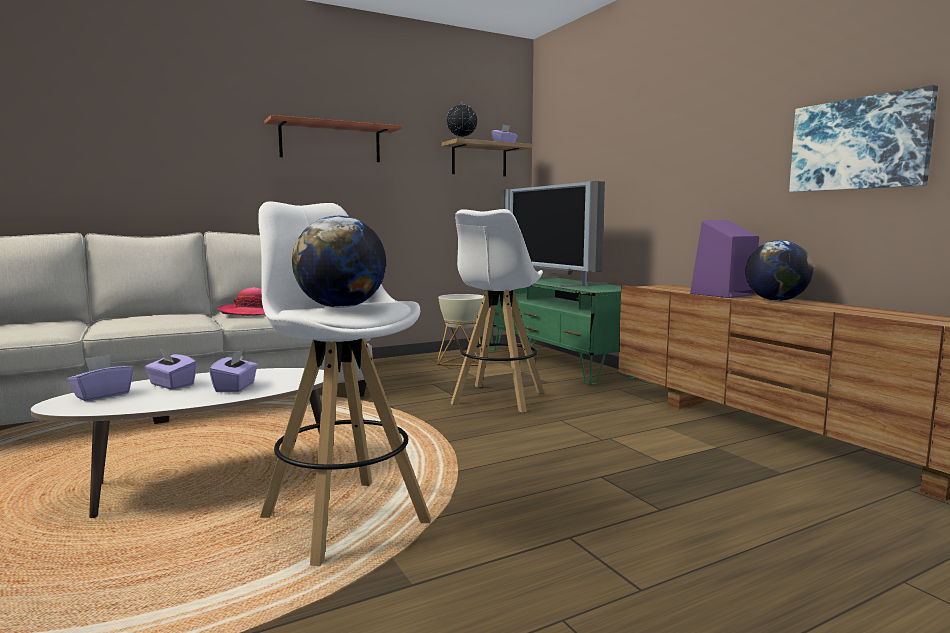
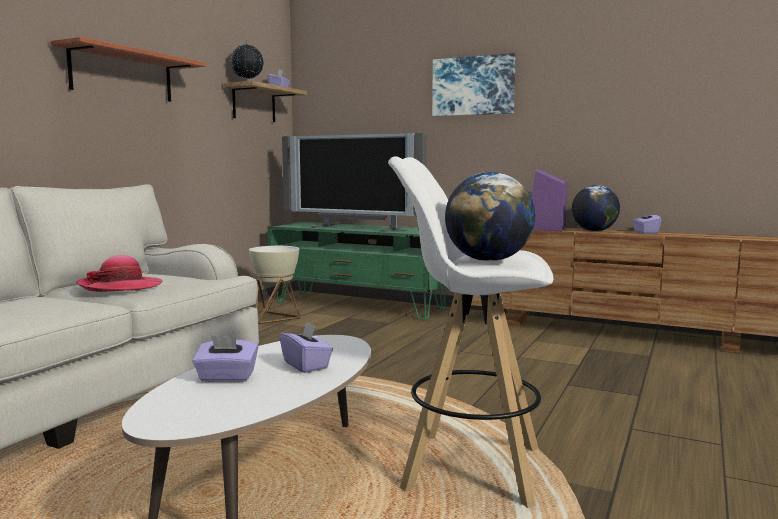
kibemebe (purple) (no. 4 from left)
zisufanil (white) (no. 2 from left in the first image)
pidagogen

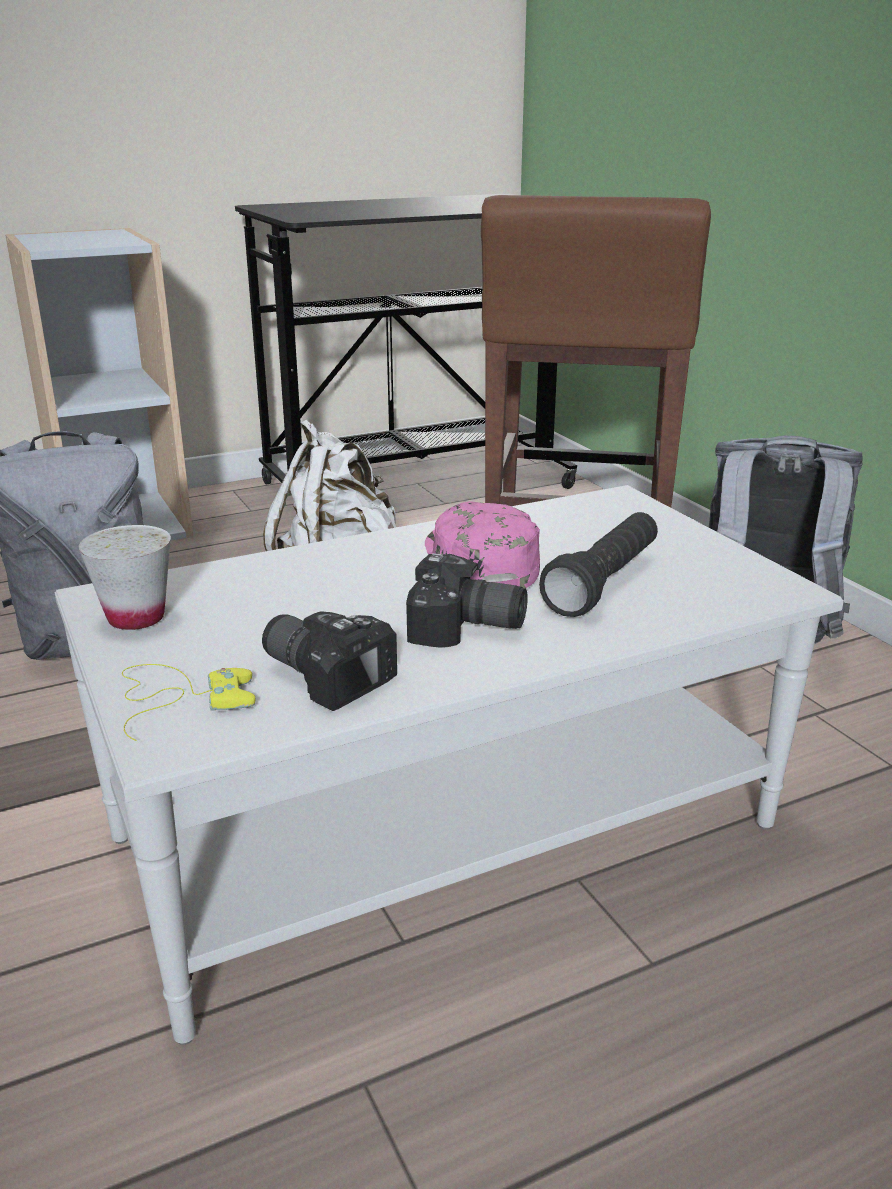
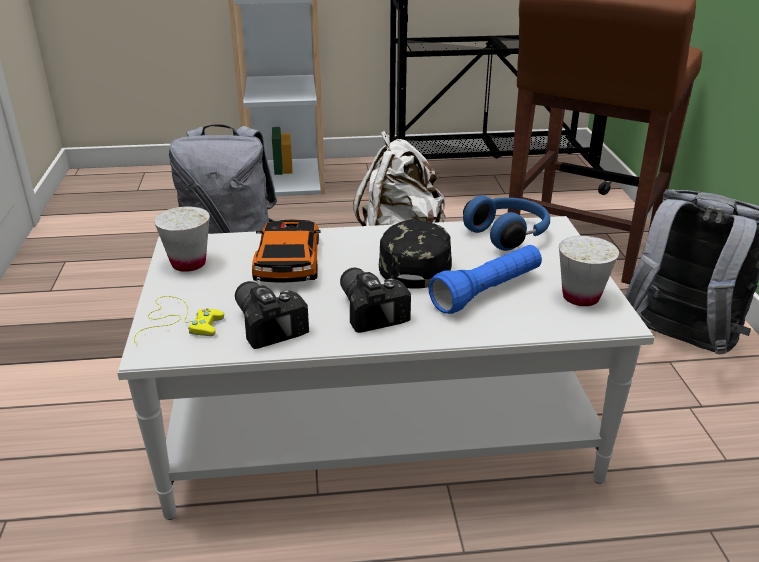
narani (no. 2 from left)
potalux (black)
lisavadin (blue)
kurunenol
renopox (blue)
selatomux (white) (no. 2 from left)

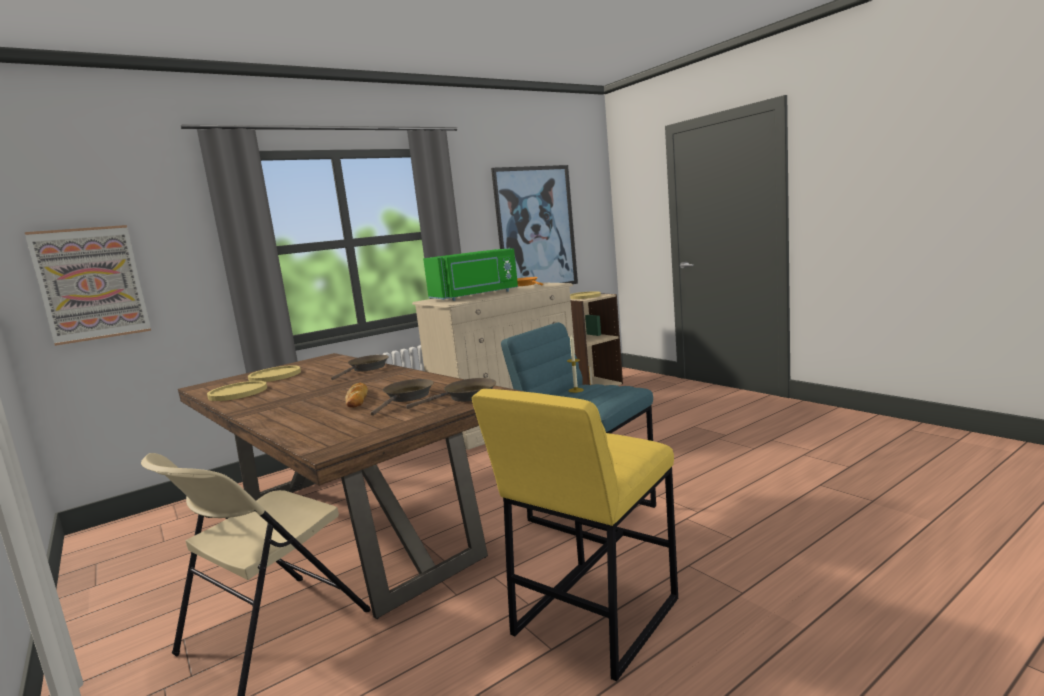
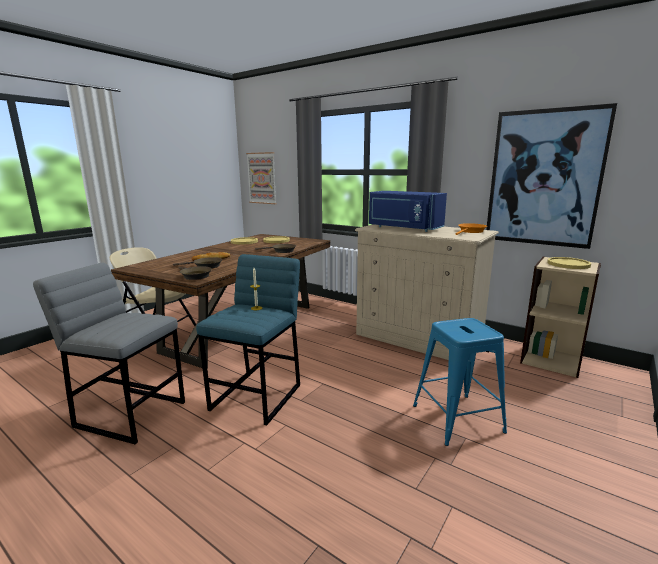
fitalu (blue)
zisufanil (grey)
zisufanil (blue) (no. 2 from left)

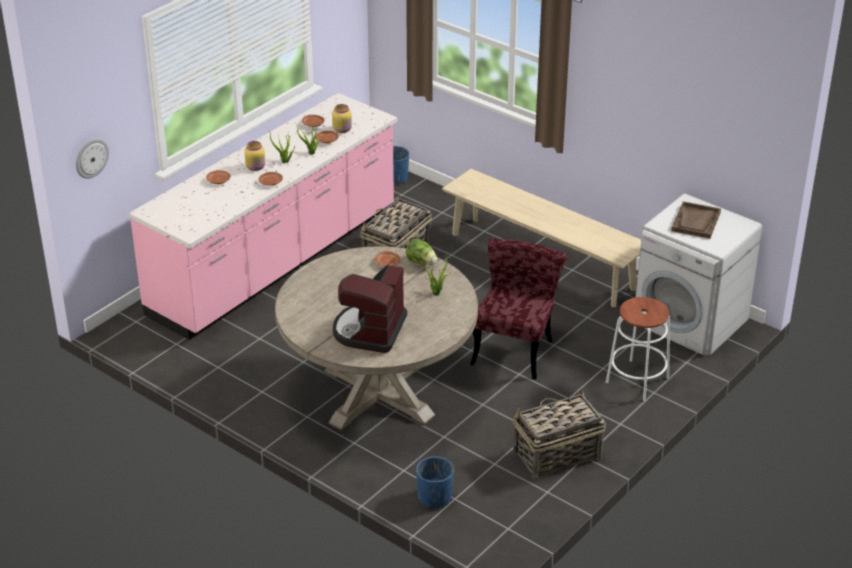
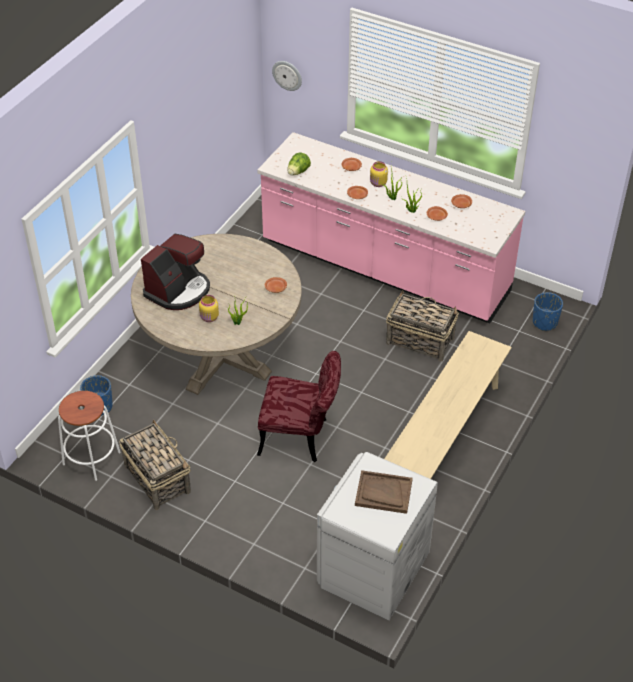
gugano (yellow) (no. 1 from left)
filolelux
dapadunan
zisufanil (white)

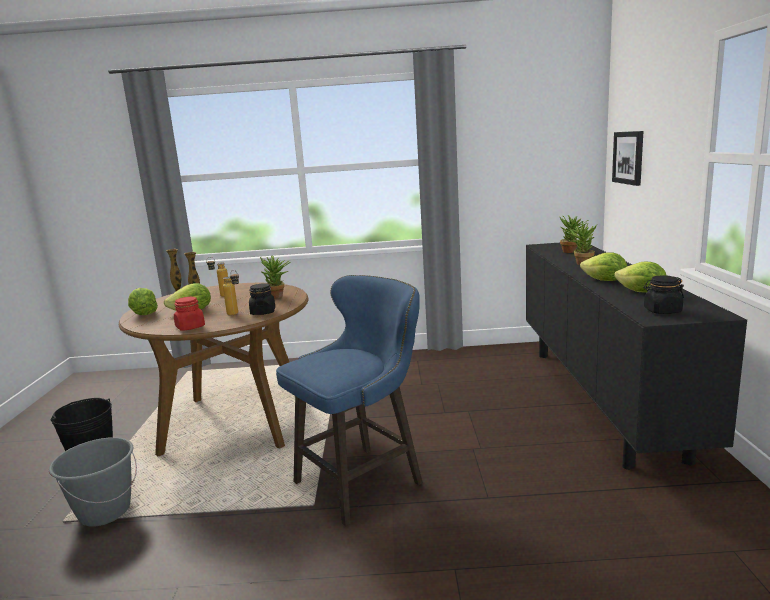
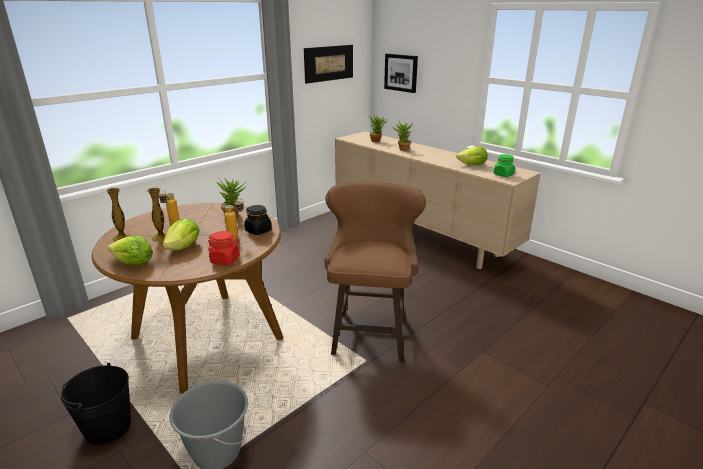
zisufanil (brown)
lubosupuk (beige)
dapadunan (no. 3 from left in the first image)
gugano (green)
pidagogen (no. 1 from left)

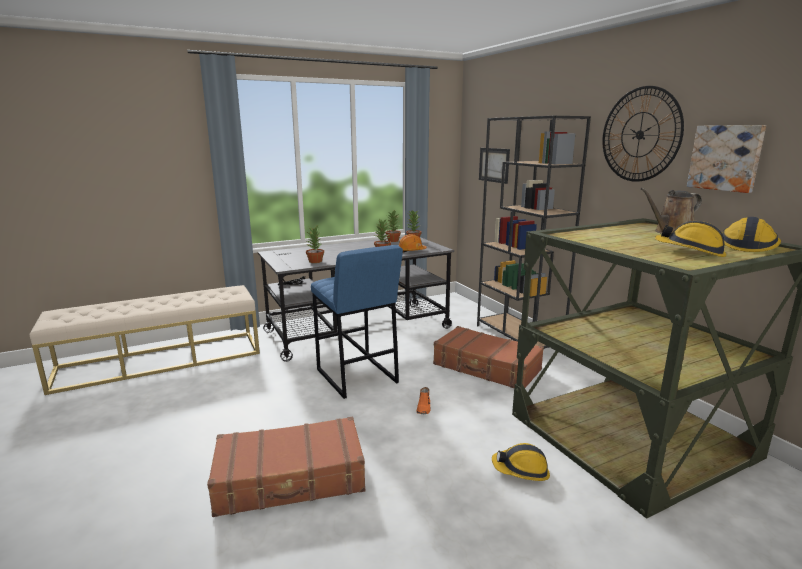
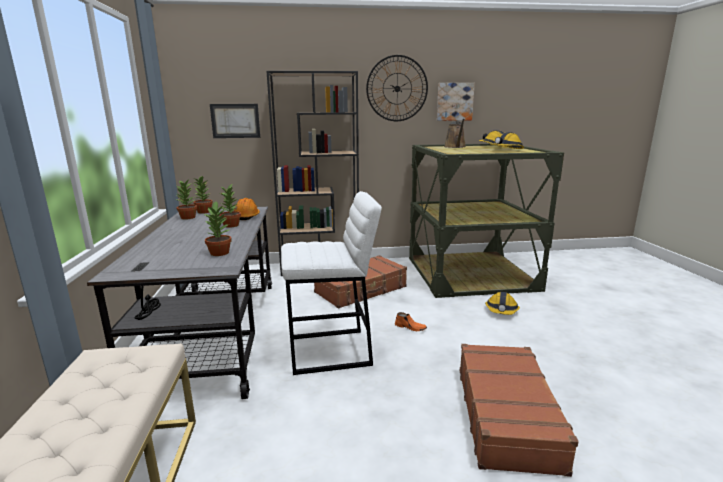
zisufanil (white)

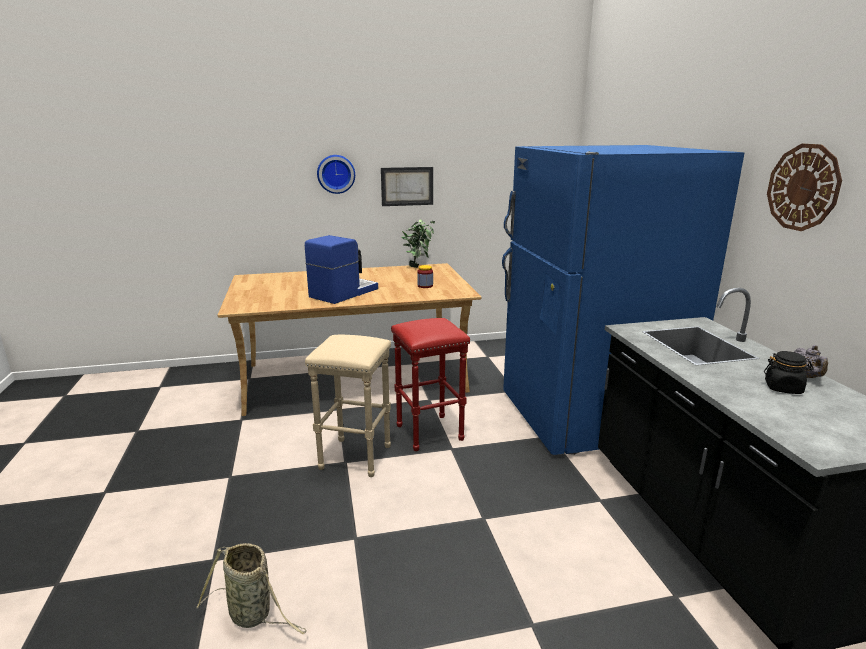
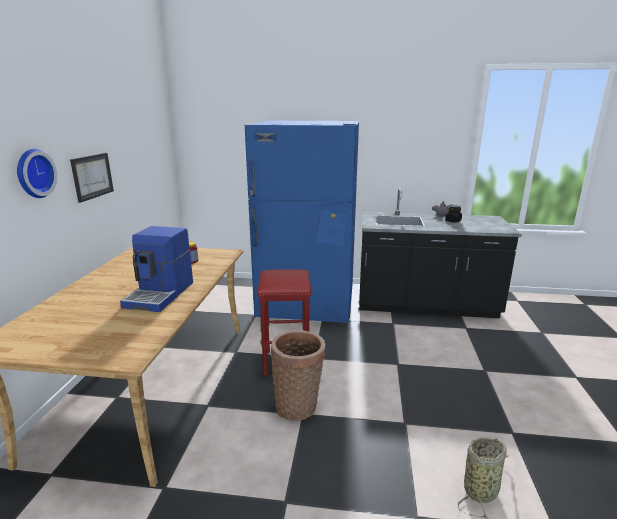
filolelux
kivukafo (no. 1 from left)
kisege
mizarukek (no. 2 from left in the first image)

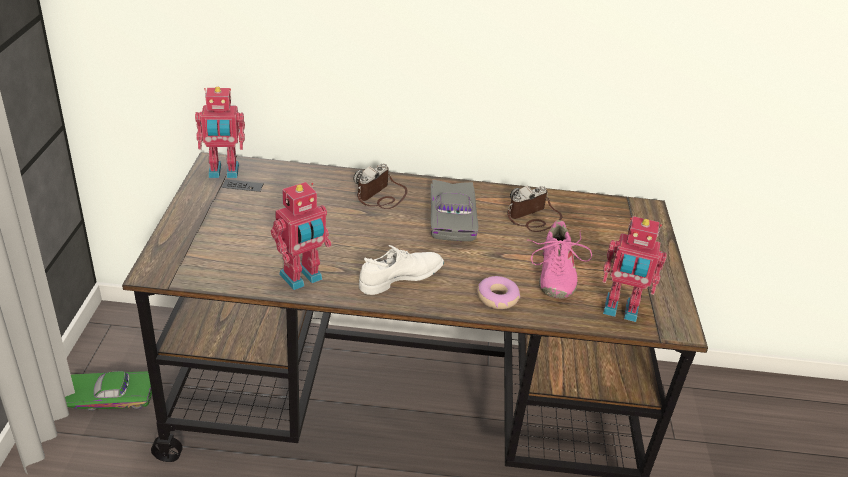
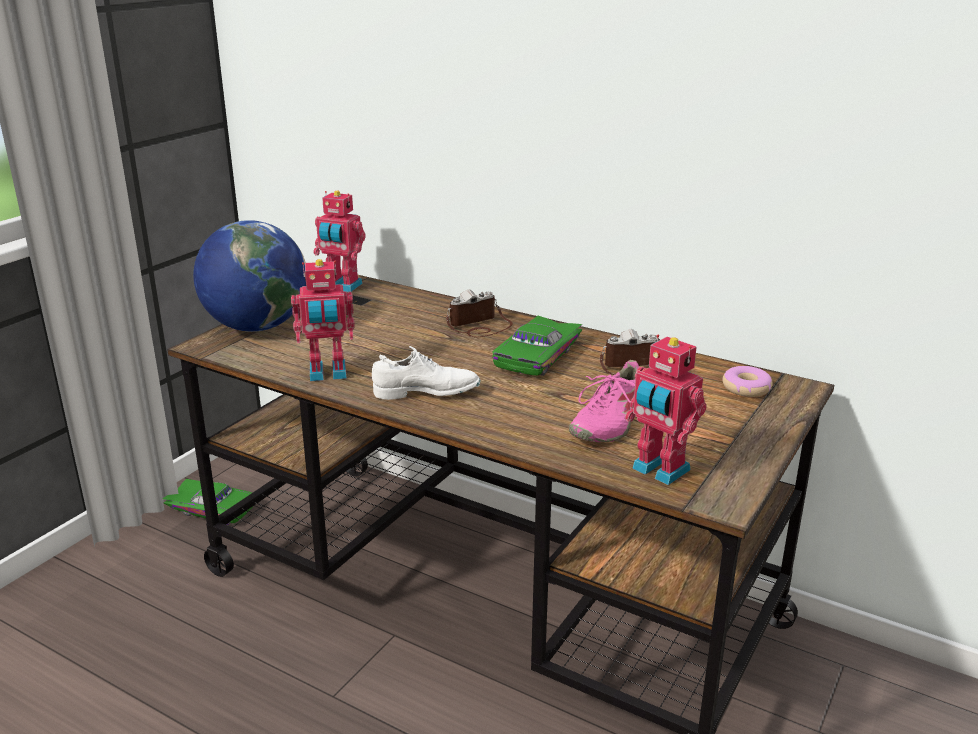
kurunenol (green) (no. 2 from left)
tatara
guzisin

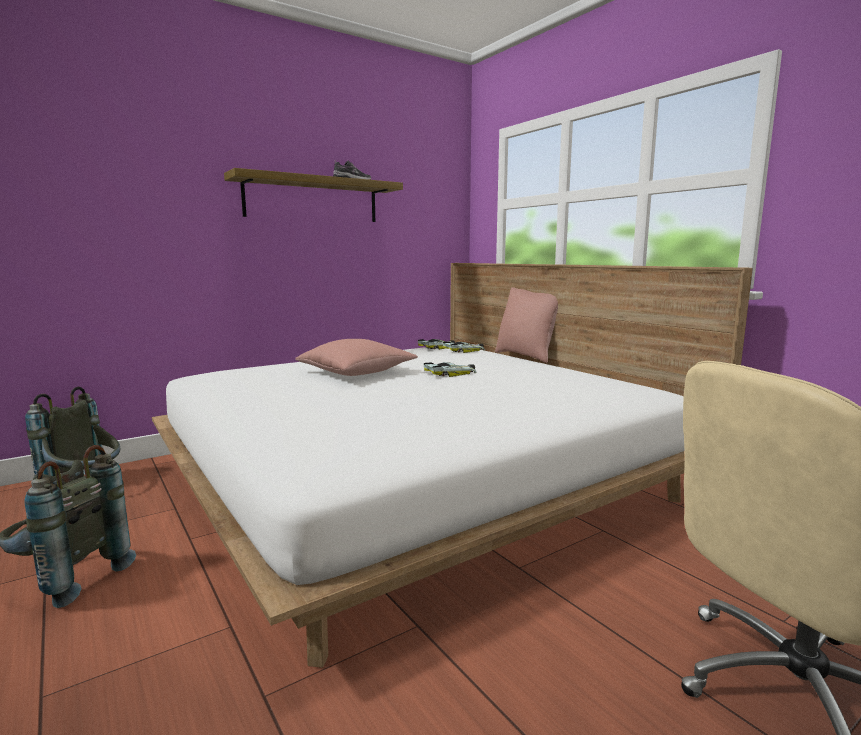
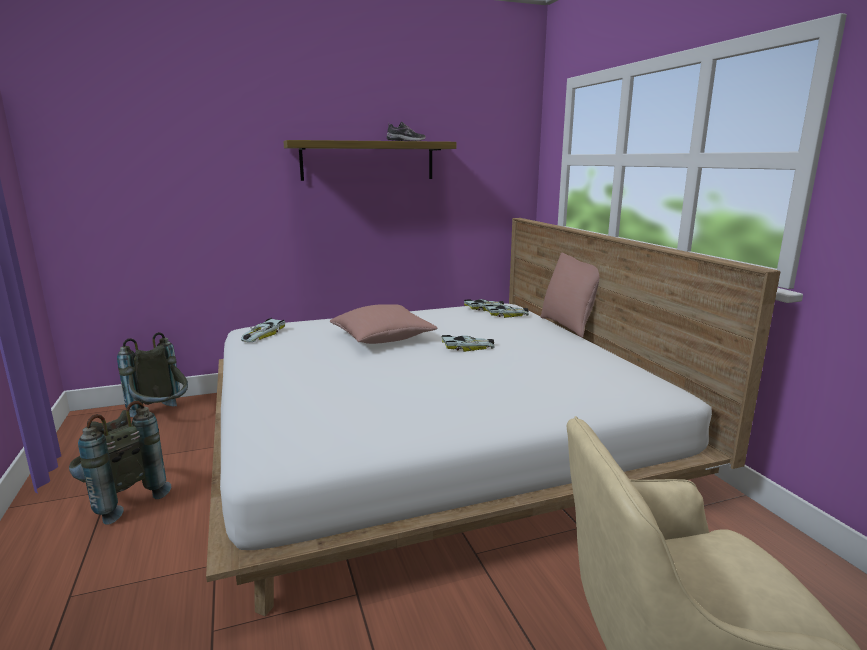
kurunenol (no. 1 from left)

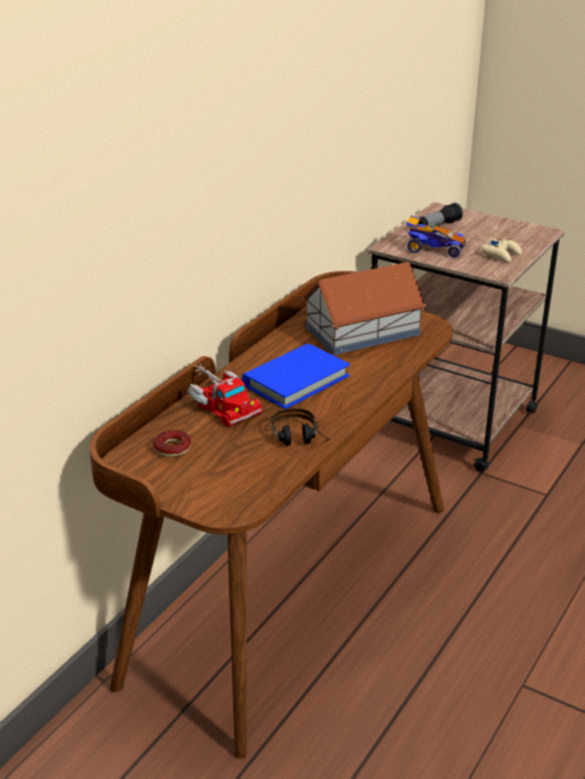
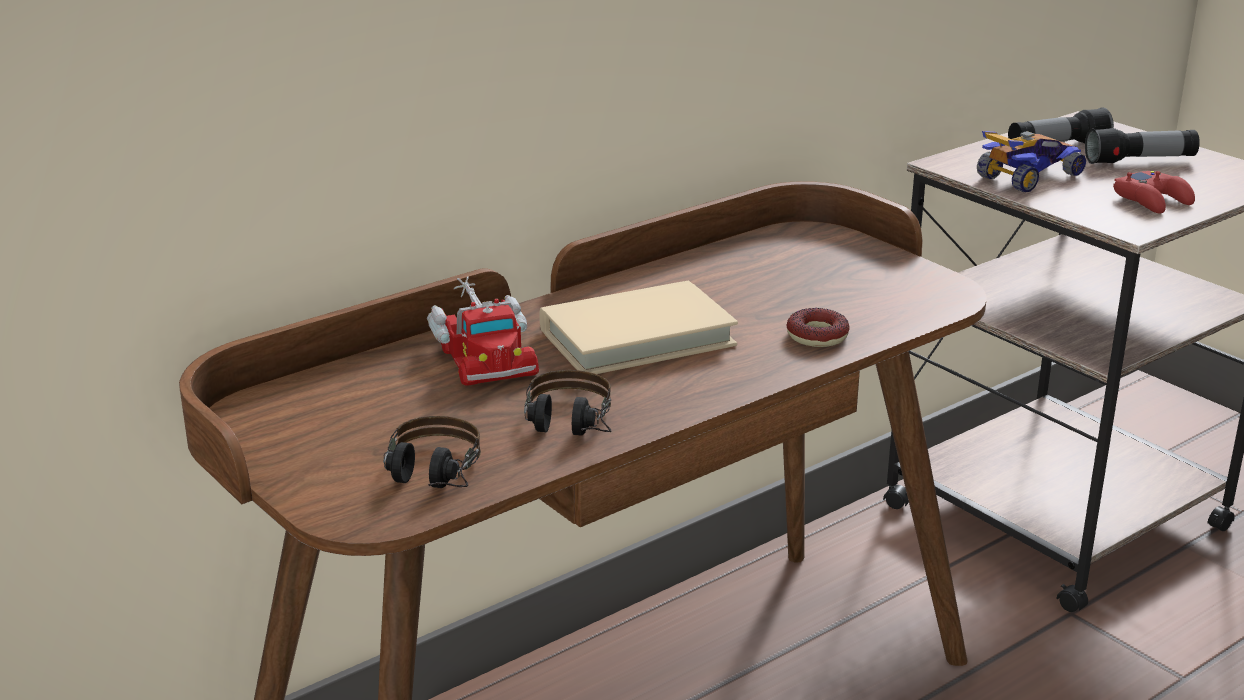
tatara
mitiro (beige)
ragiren
kurunenol
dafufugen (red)
renopox (no. 1 from left)
lisavadin (no. 2 from left)

